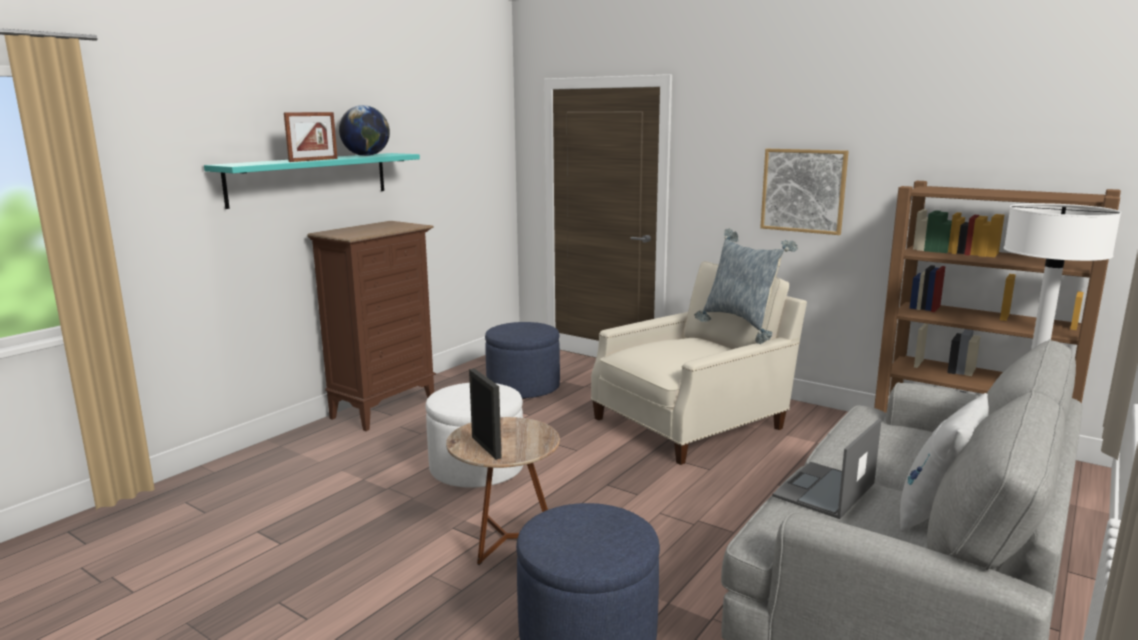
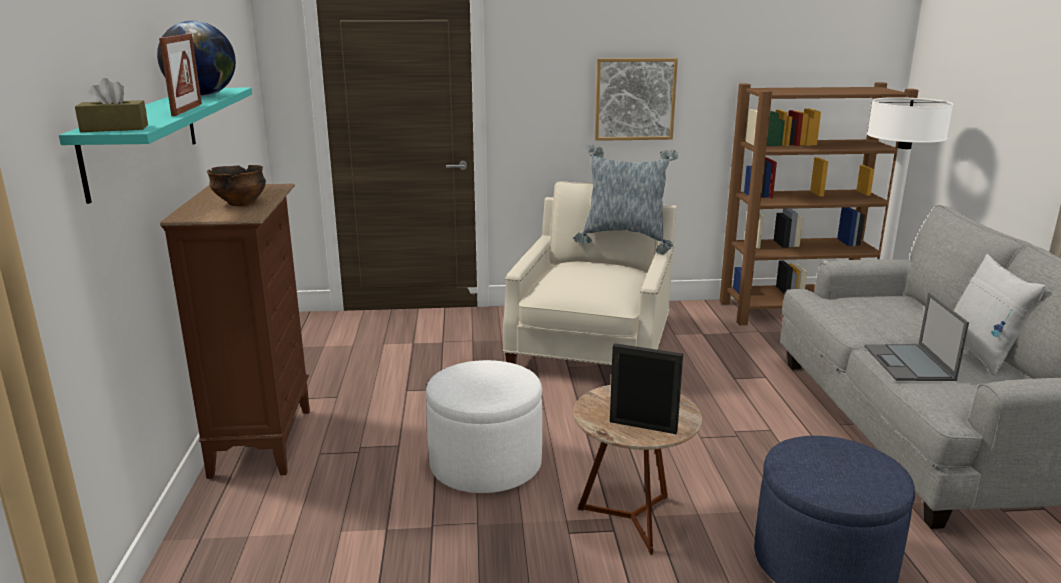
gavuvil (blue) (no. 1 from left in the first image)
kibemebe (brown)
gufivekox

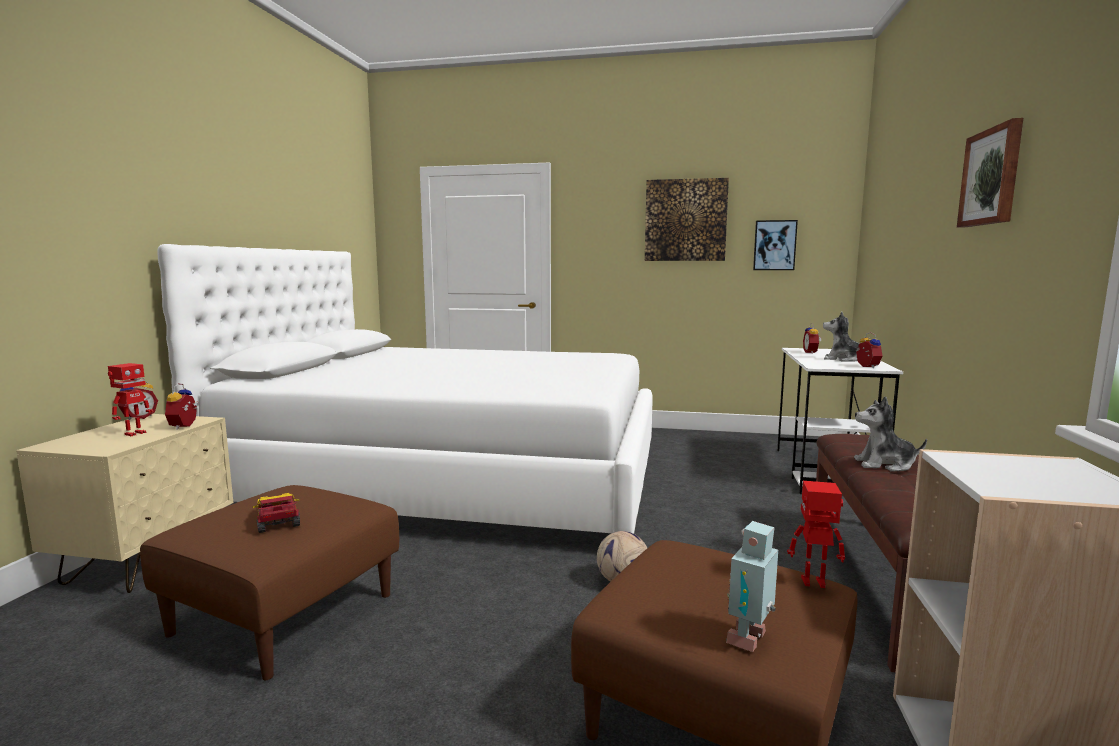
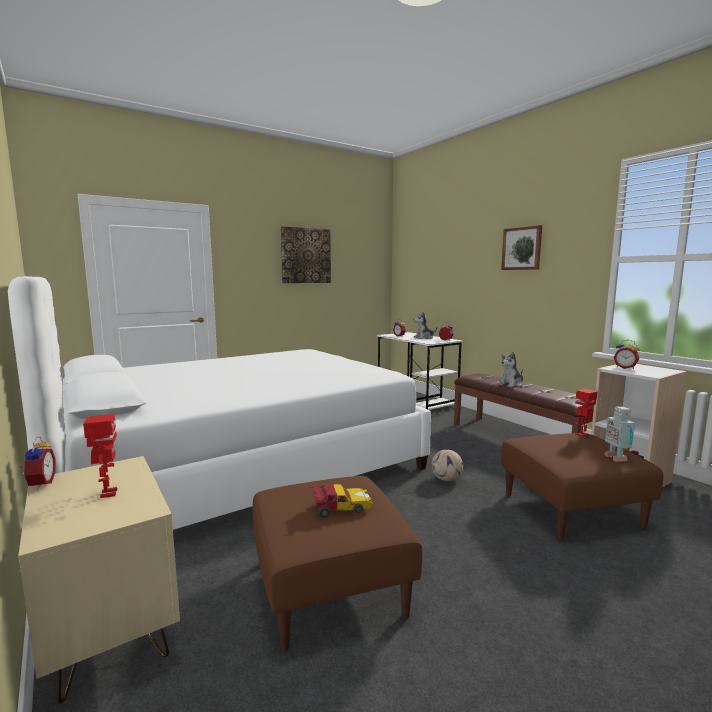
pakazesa (no. 4 from left)
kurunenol
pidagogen (no. 2 from left in the first image)

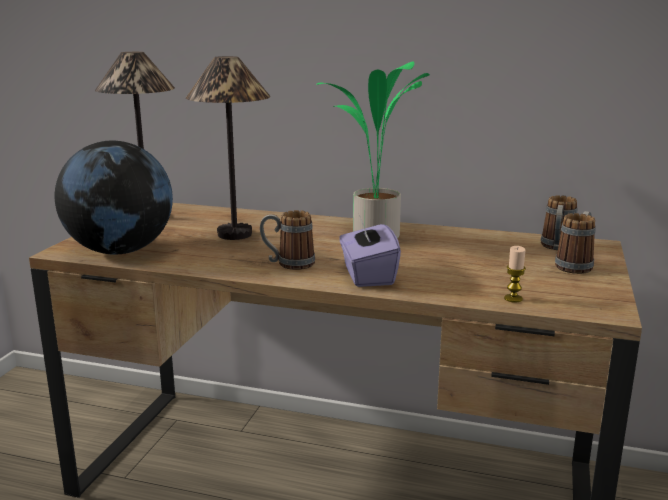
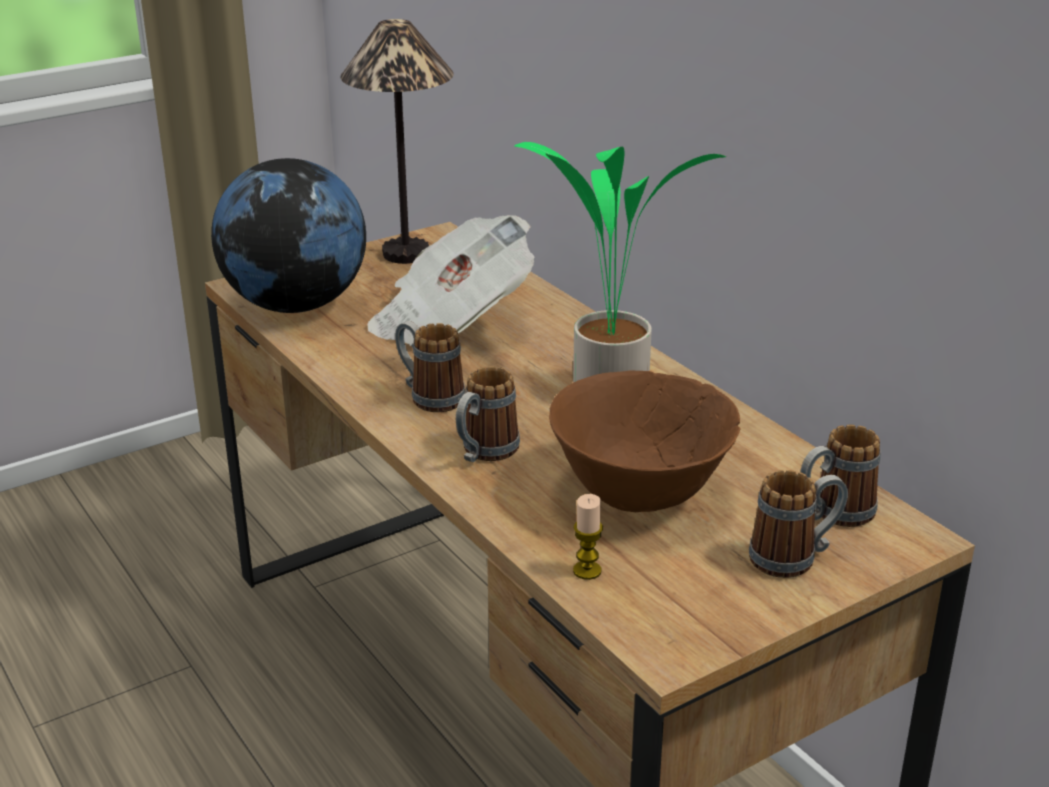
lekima
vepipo (no. 2 from left)
gufivekox (brown)

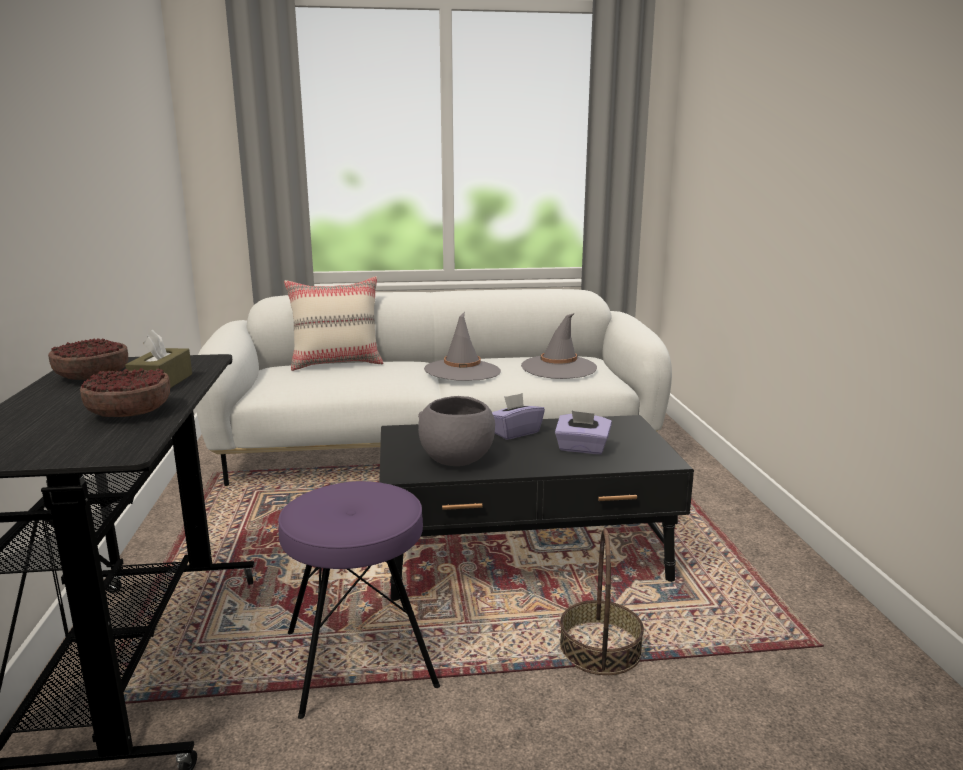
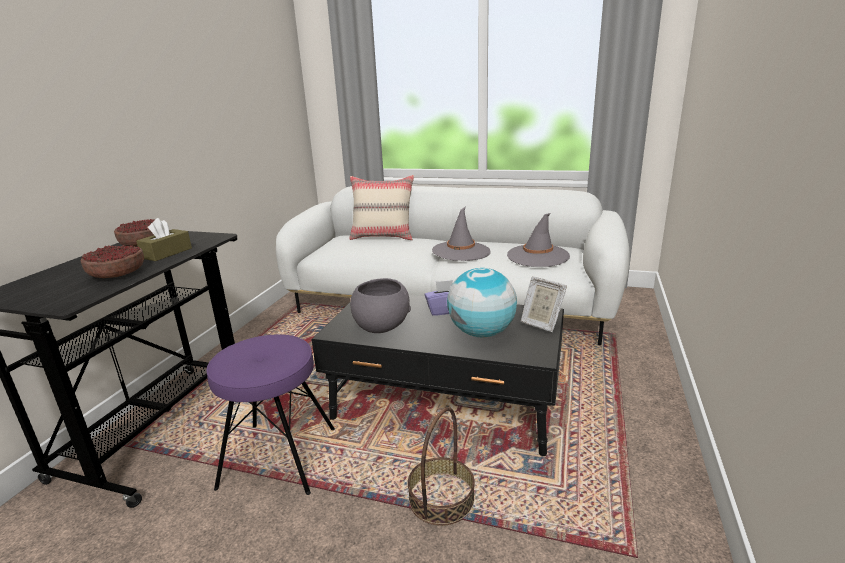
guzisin
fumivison

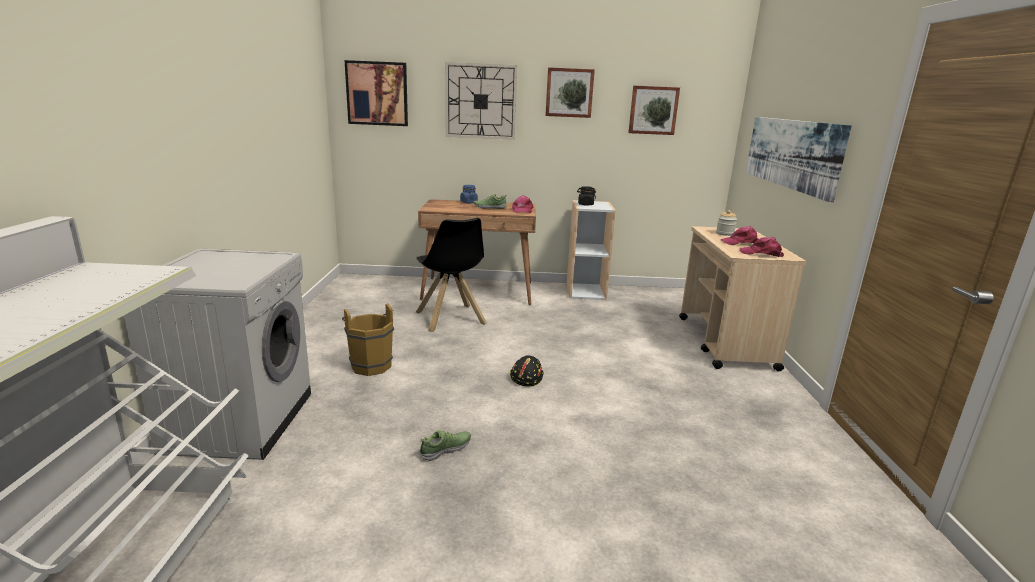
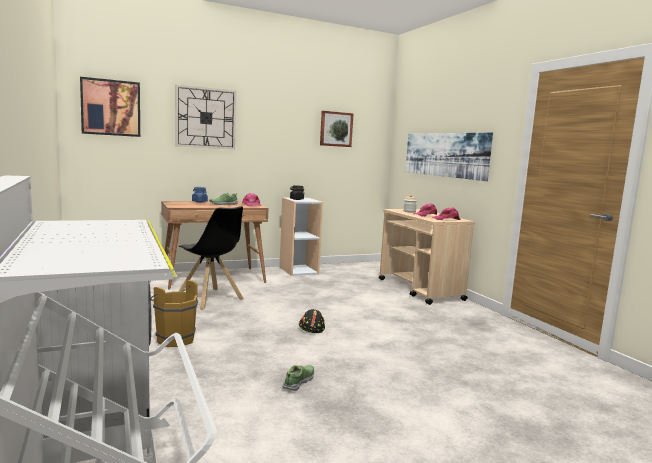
pidagogen (no. 2 from left in the first image)

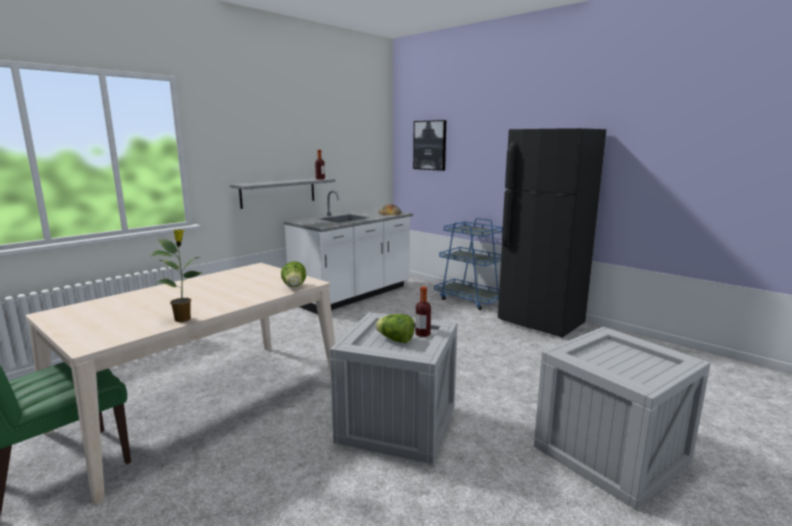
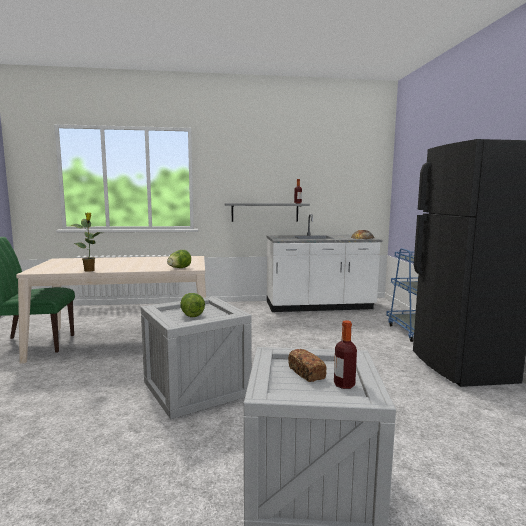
pidagogen
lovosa (no. 2 from left)
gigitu (no. 1 from left)

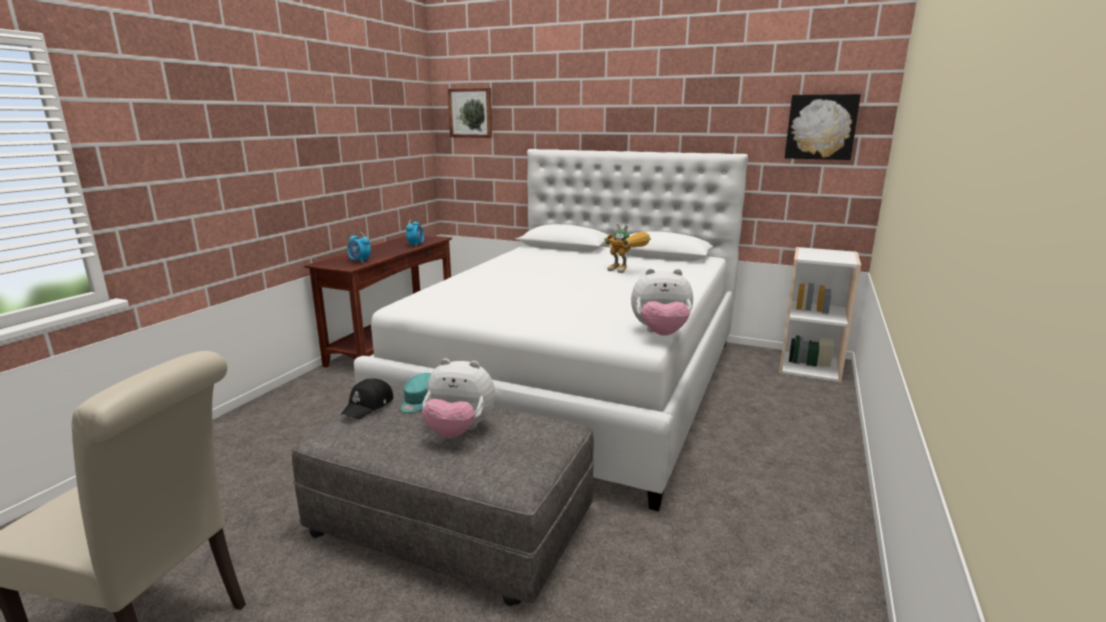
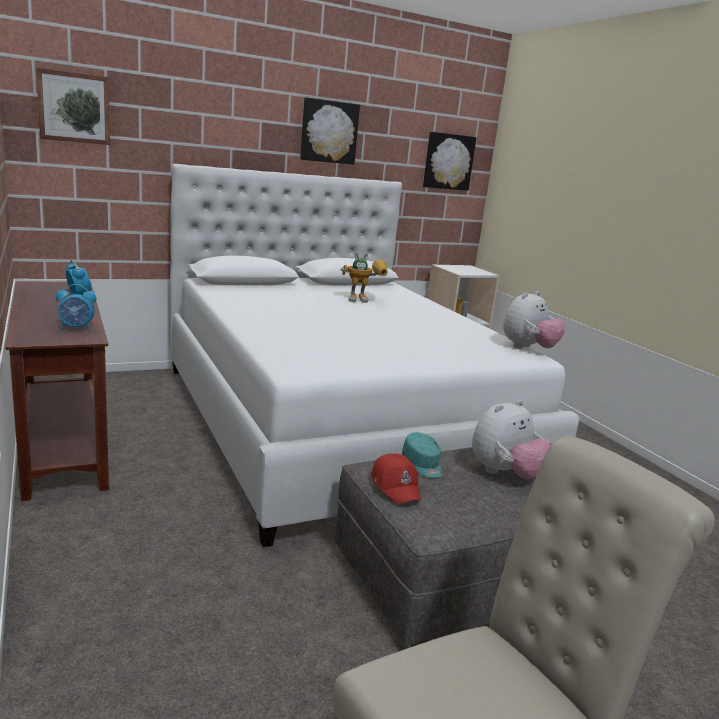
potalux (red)
pidagogen (no. 2 from left)

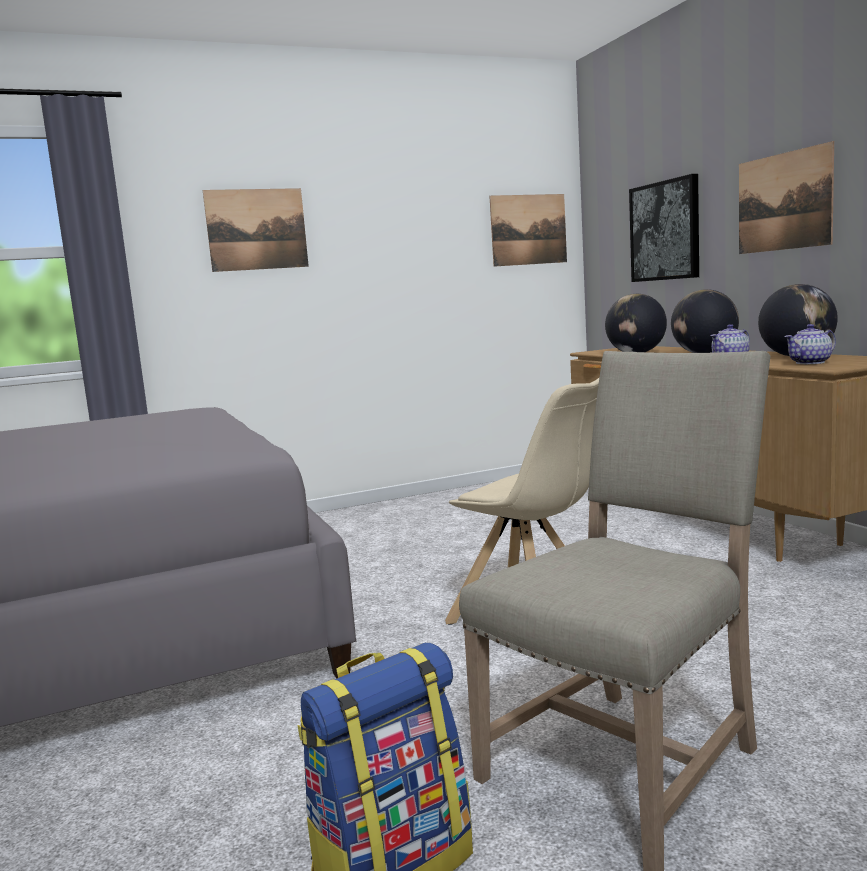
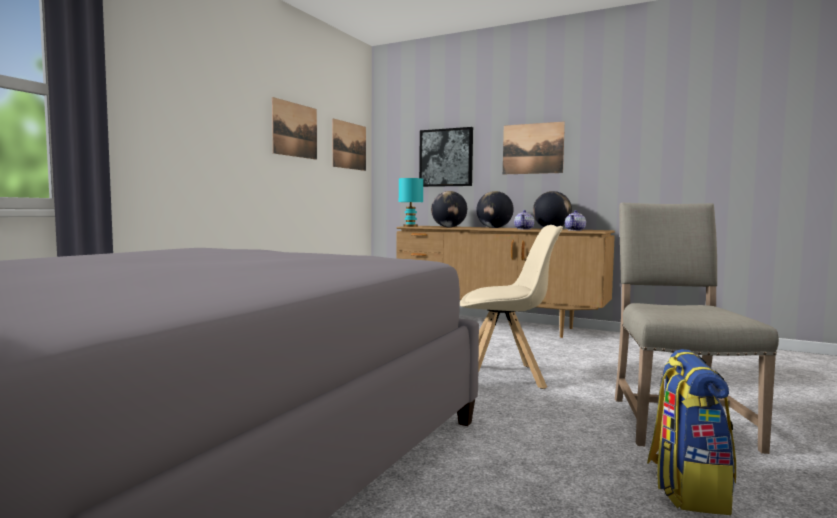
pidagogen (no. 1 from left)
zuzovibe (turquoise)

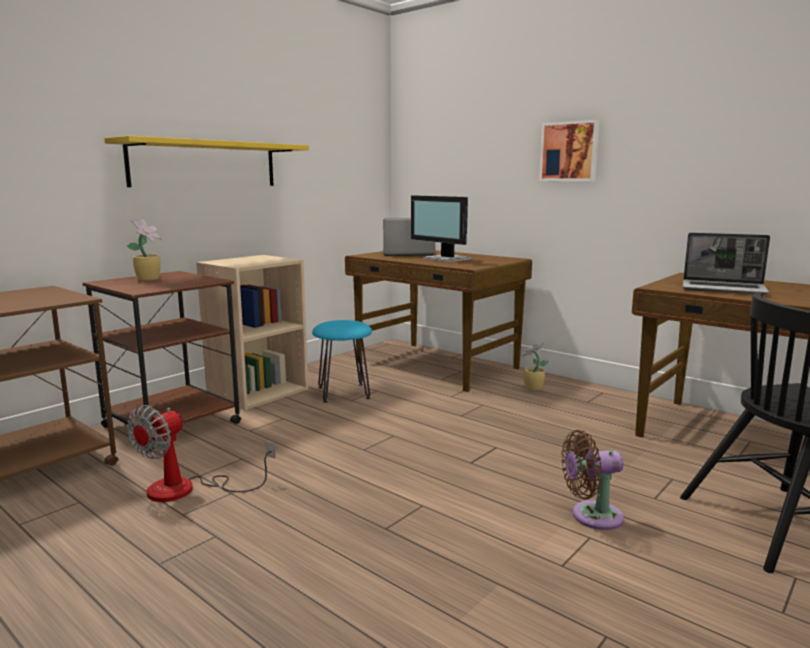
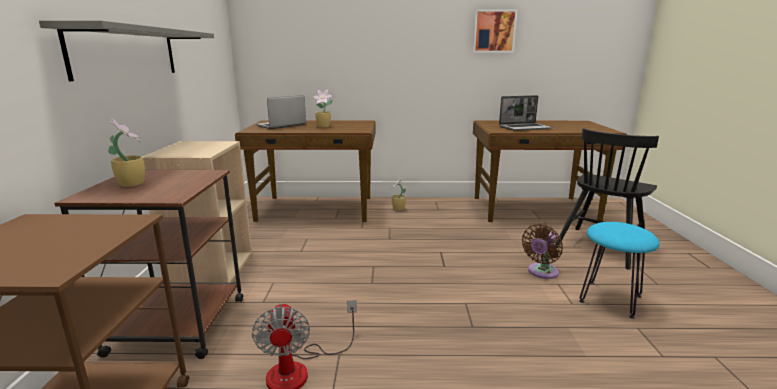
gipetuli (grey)
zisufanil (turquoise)
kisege (no. 2 from left)
pidagogen

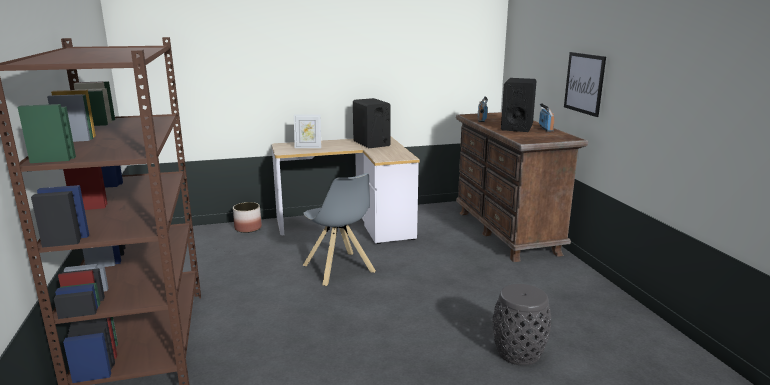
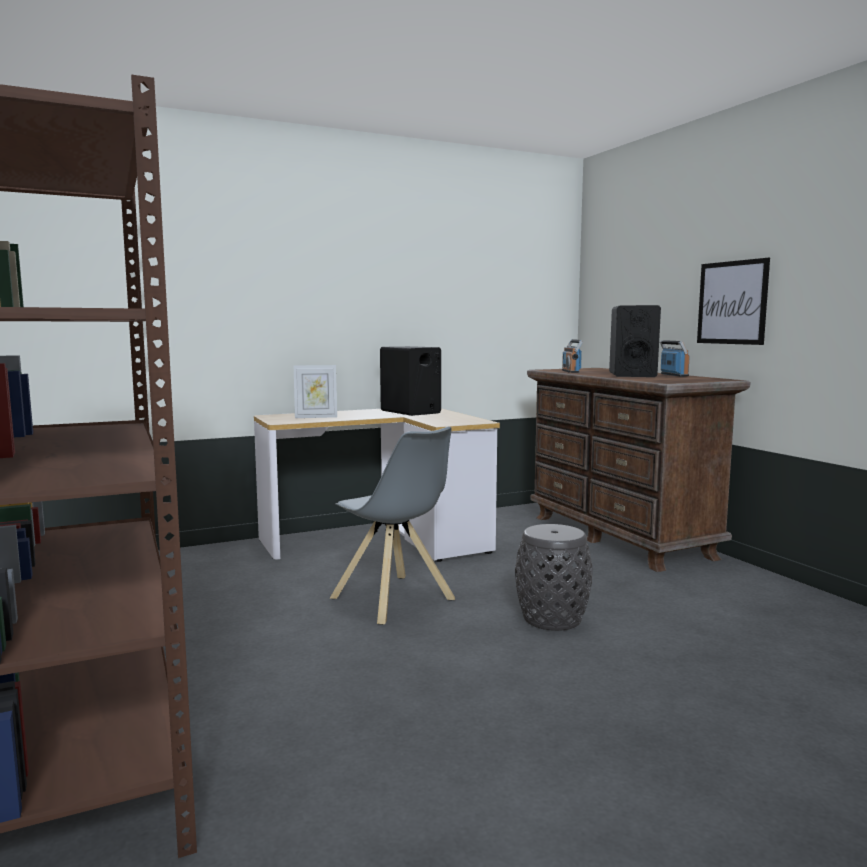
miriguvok
zisufanil (grey)

